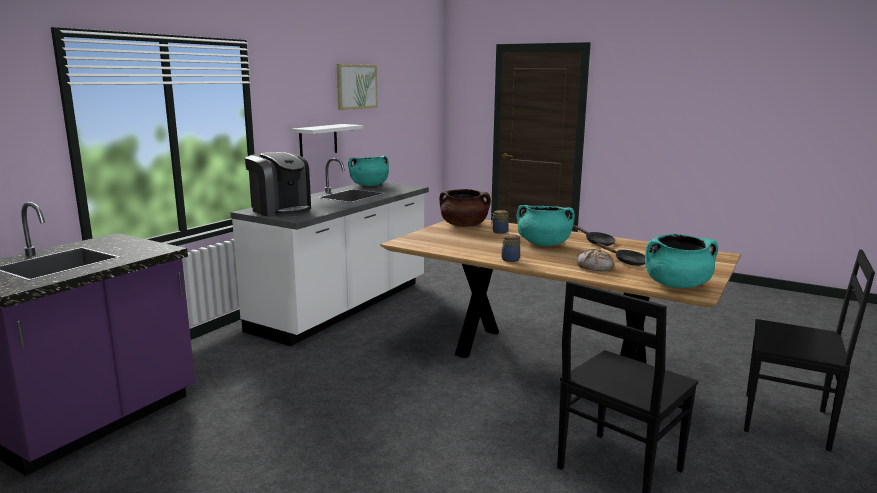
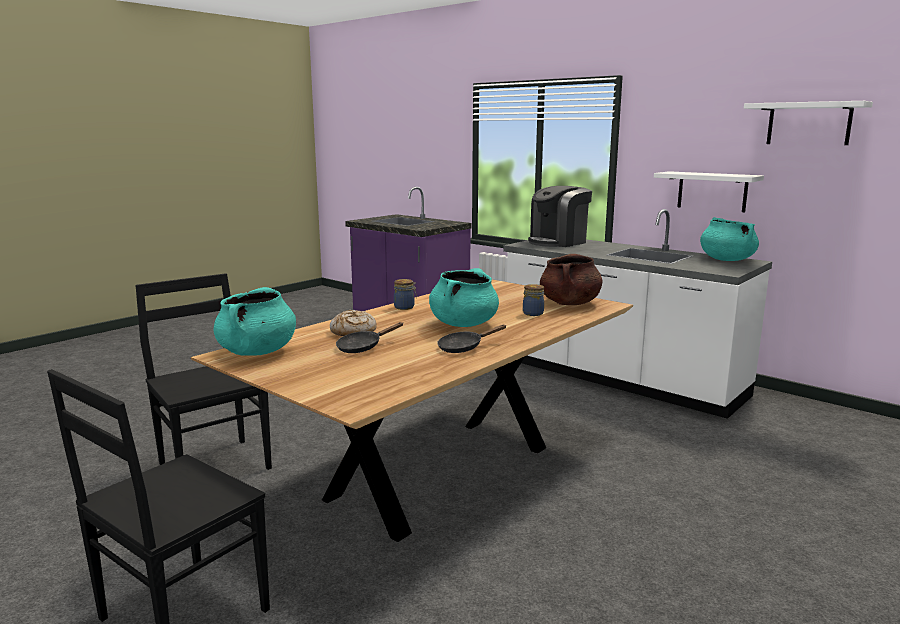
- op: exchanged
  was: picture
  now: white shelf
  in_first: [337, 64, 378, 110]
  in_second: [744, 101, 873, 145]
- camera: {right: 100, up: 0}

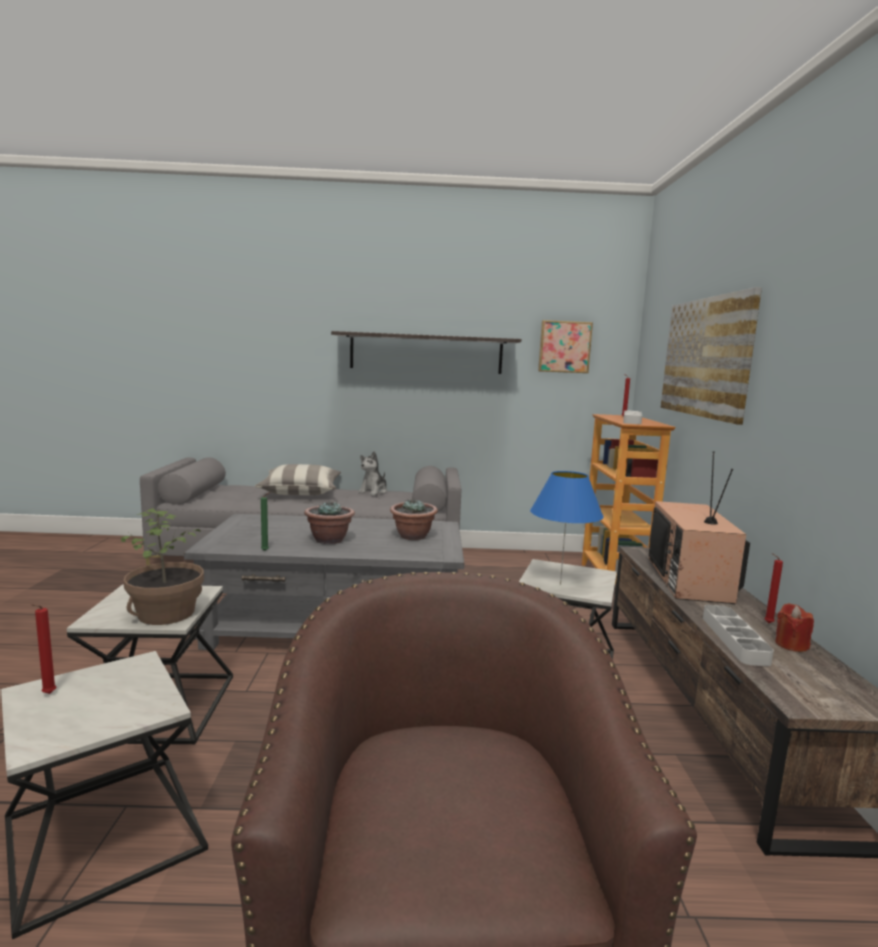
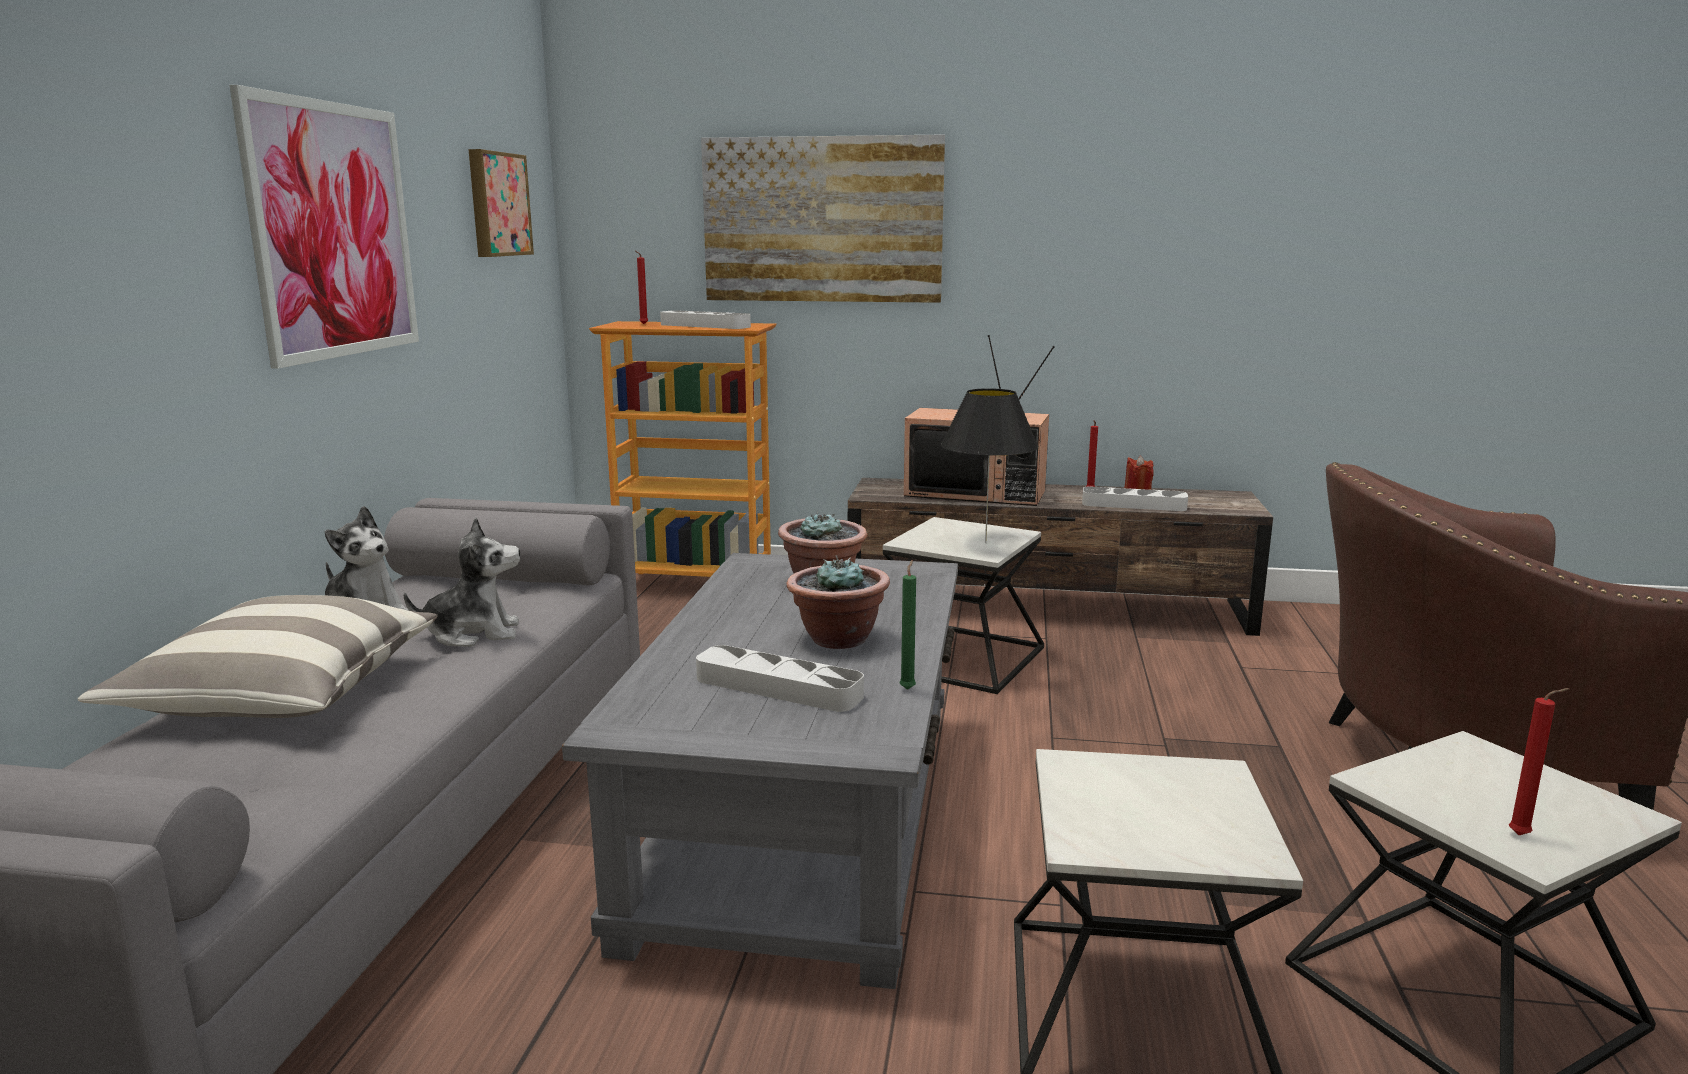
- op: exchanged
  was: shelf
  now: picture
  in_first: [331, 331, 521, 374]
  in_second: [229, 85, 419, 369]
- op: colour
  was: blue table lamp
  now: black table lamp
  in_first: [530, 471, 604, 584]
  in_second: [941, 388, 1039, 543]
- op: missing
  was: potted plant
  in_first: [121, 508, 204, 625]
- op: appeared
  now: plush toy
  in_second: [403, 517, 520, 647]
- op: appeared
  now: grey tray
  in_second: [696, 645, 864, 712]
- camera: {right: -80, up: 5}

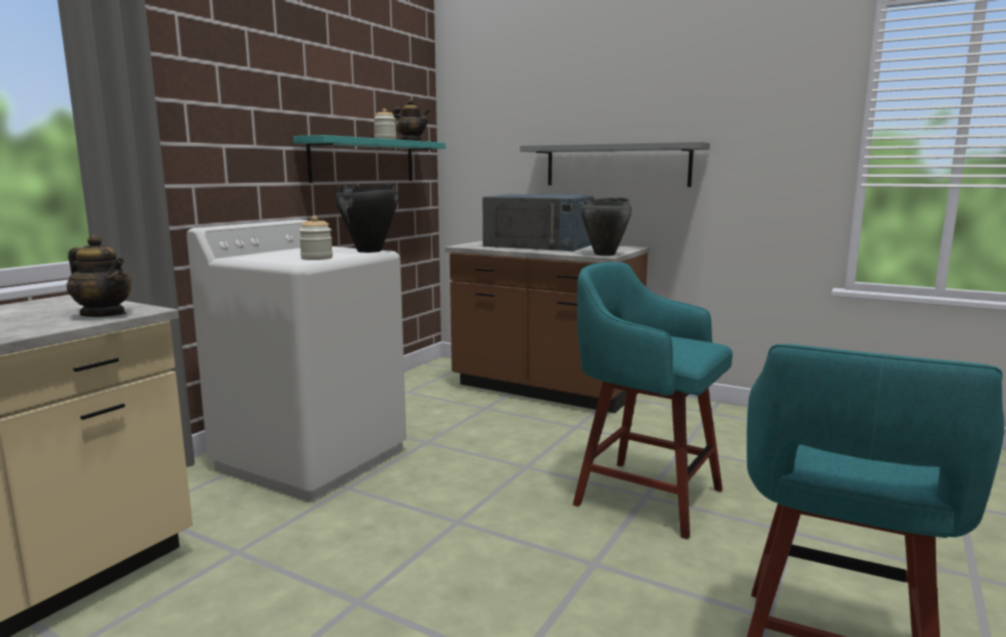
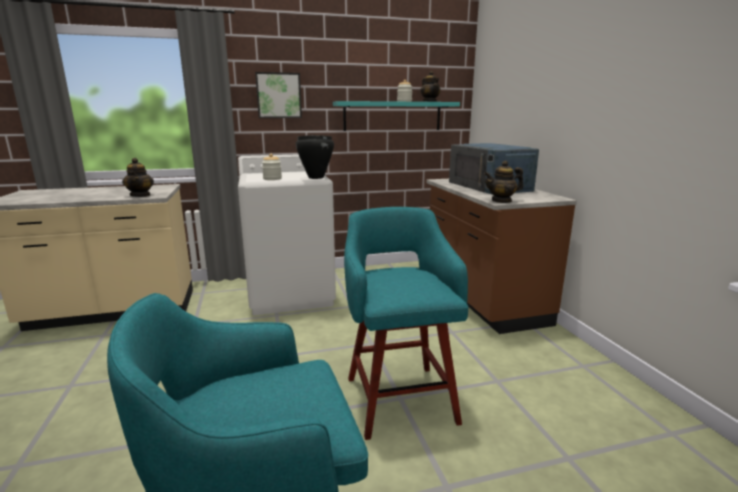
- op: missing
  was: grey shelf
  in_first: [520, 141, 710, 187]
- op: exchanged
  was: black cooking pot
  now: teapot
  in_first: [581, 197, 632, 256]
  in_second: [484, 161, 523, 203]
- op: appeared
  now: picture
  in_second: [255, 72, 302, 118]
- camera: {right: 45, up: 5}

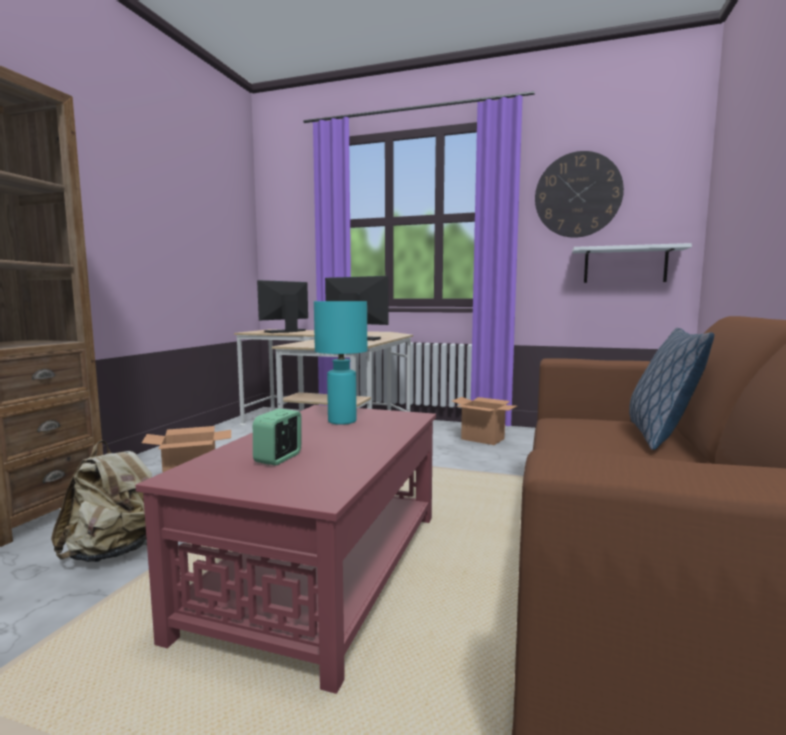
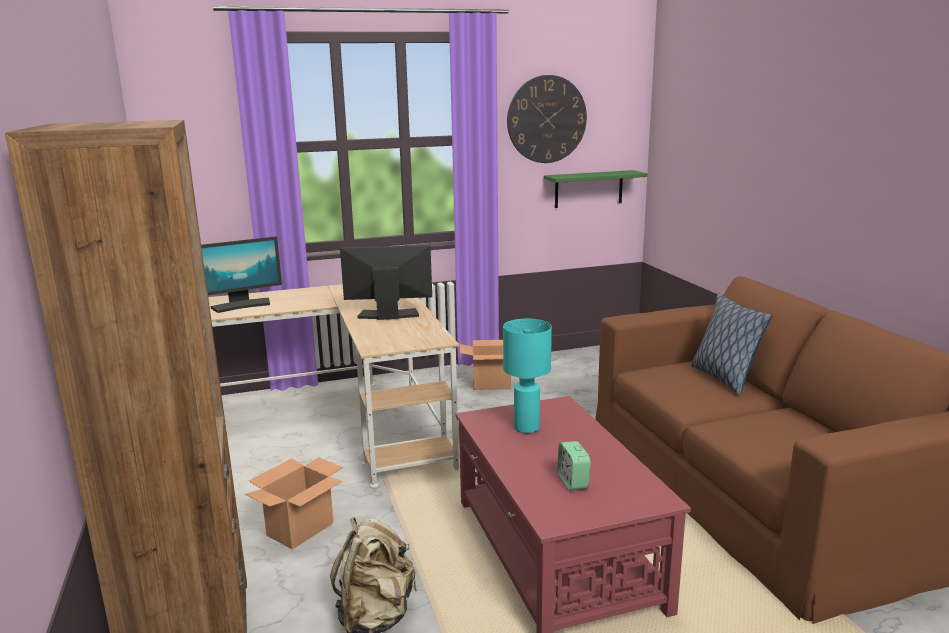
- op: colour
  was: white shelf
  now: green shelf
  in_first: [572, 243, 692, 283]
  in_second: [544, 170, 648, 208]
- op: spun
  was: monitor
  in_first: [257, 280, 308, 333]
  in_second: [201, 236, 282, 313]
  clockwise: -120
- camera: {right: -35, up: 10}

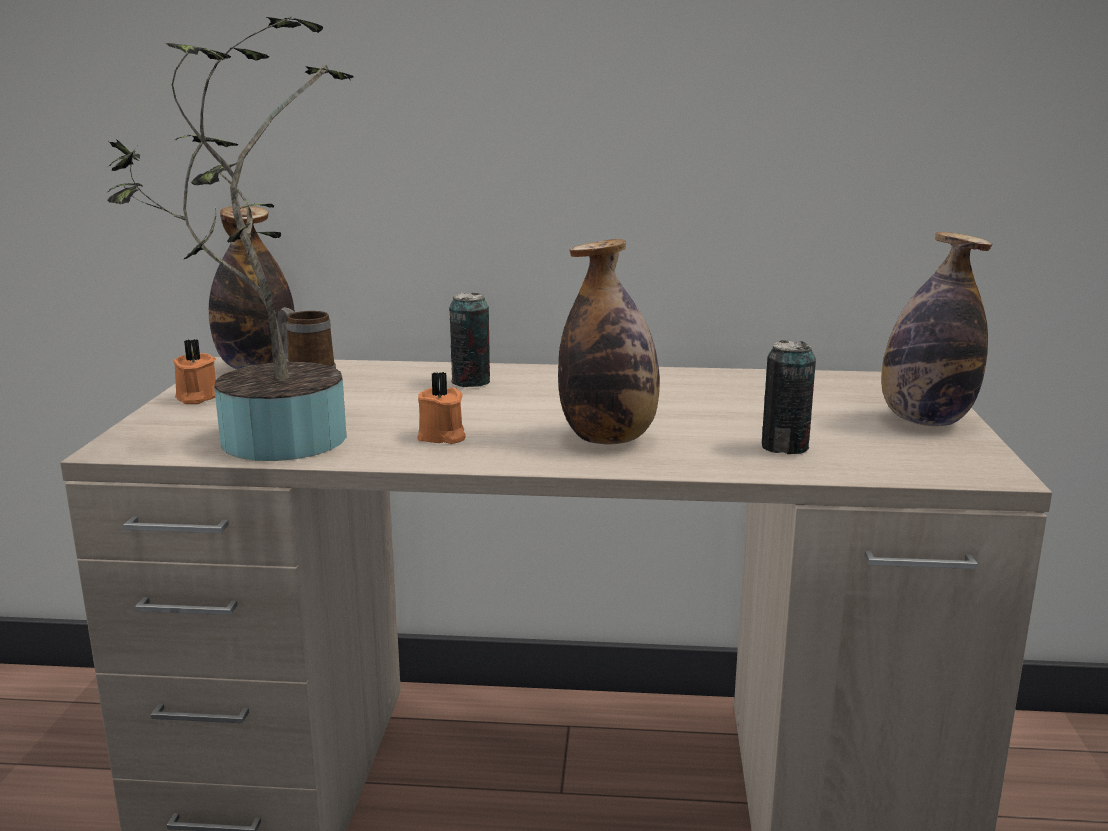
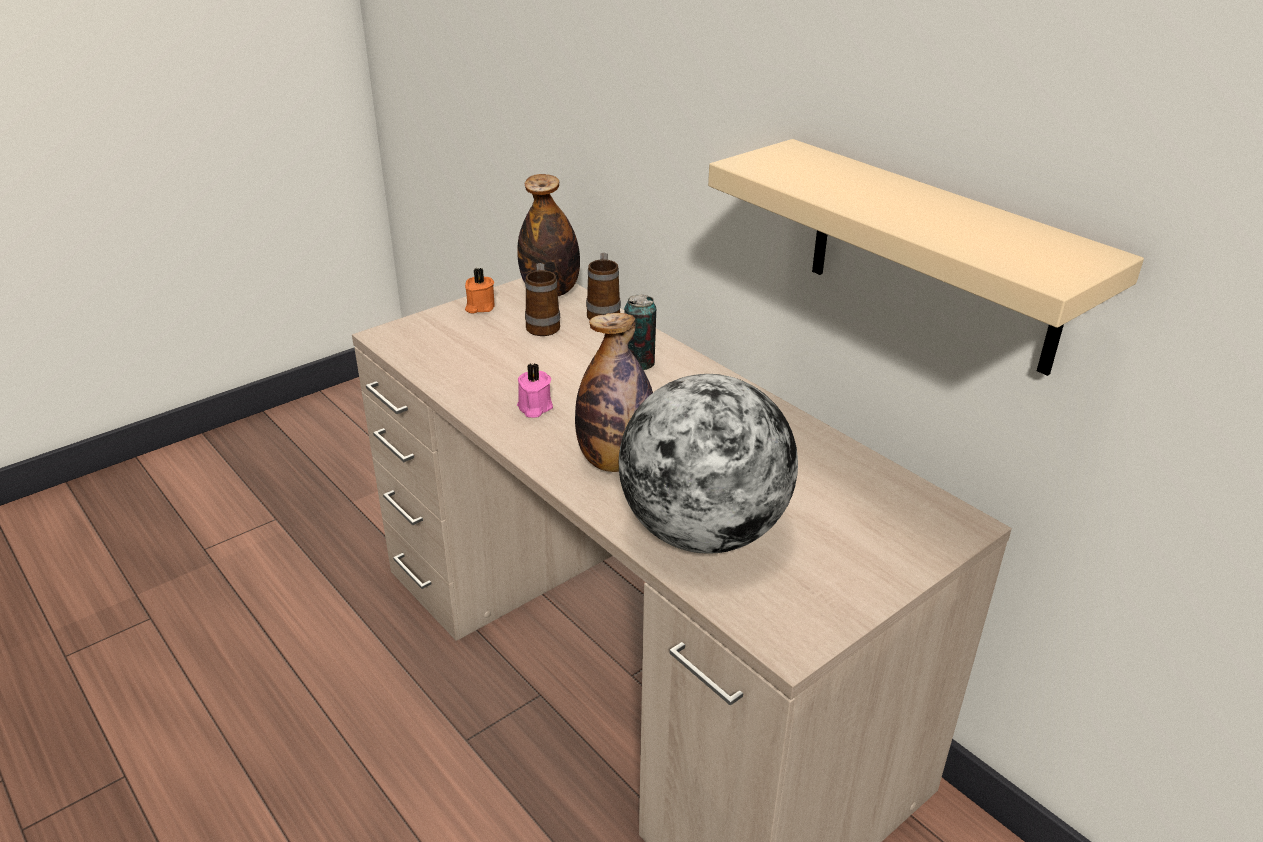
- op: missing
  was: potted plant
  in_first: [106, 16, 353, 461]
- op: missing
  was: bottle
  in_first: [881, 232, 992, 426]
- op: exchanged
  was: can
  now: globe
  in_first: [762, 340, 816, 454]
  in_second: [619, 374, 798, 554]
- op: colour
  was: orange candle
  now: pink candle
  in_first: [417, 372, 466, 444]
  in_second: [517, 364, 553, 418]
- op: appeared
  now: beige shelf
  in_second: [708, 139, 1144, 376]
- op: appeared
  now: mug
  in_second: [586, 253, 621, 320]
- camera: {right: 45, up: 15}

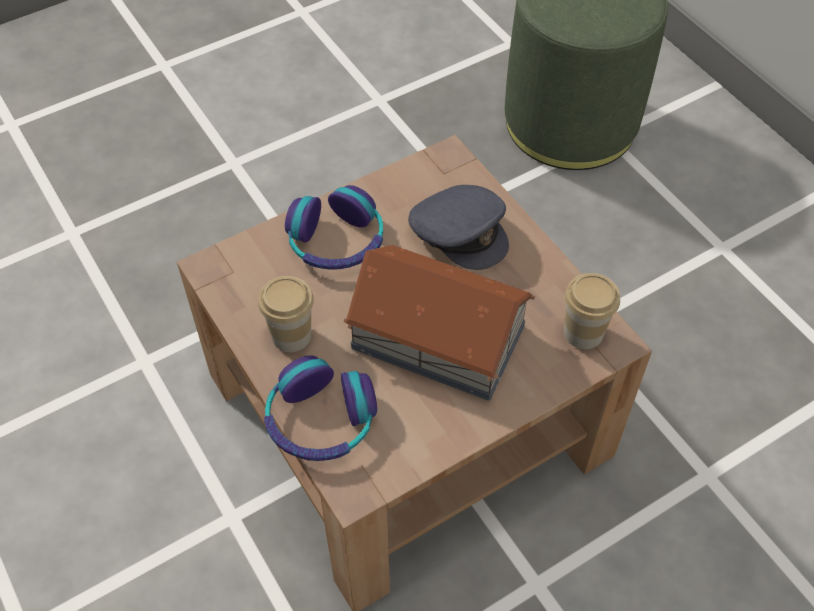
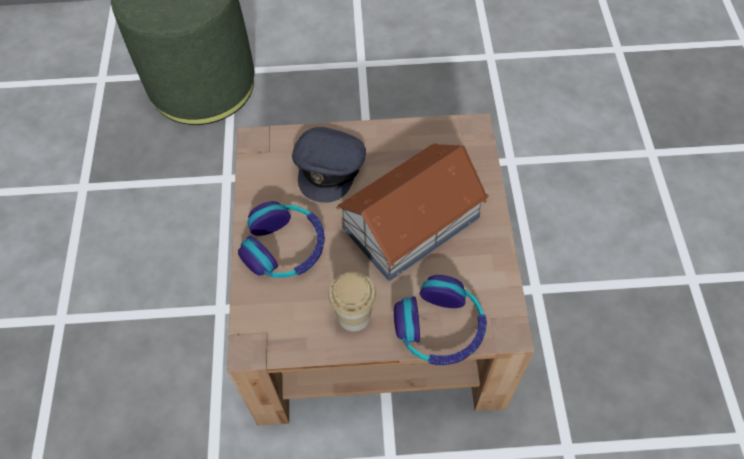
- op: spun
  was: grey cap
  in_first: [408, 185, 509, 270]
  in_second: [292, 127, 366, 203]
  clockwise: 120
- op: missing
  was: cup
  in_first: [564, 273, 620, 349]
- camera: {right: -60, up: 5}

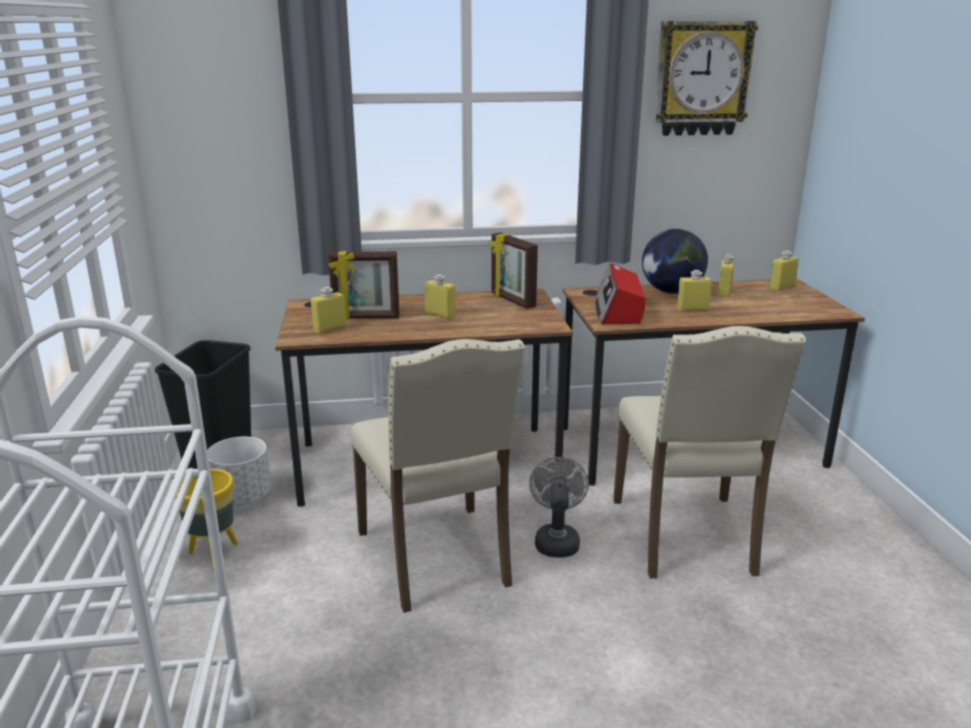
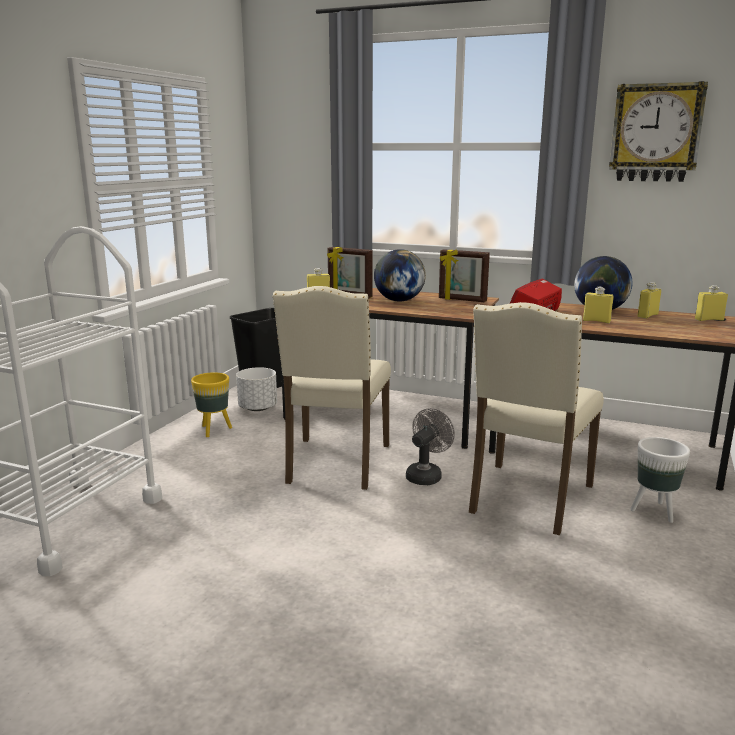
- op: spun
  was: picture frame
  in_first: [490, 232, 538, 309]
  in_second: [439, 249, 490, 302]
  clockwise: -60
- op: exchanged
  was: yellow bottle
  now: globe
  in_first: [424, 274, 456, 319]
  in_second: [374, 249, 426, 302]
- op: appeared
  now: white planter
  in_second: [630, 437, 690, 523]
- camera: {right: 30, up: -5}

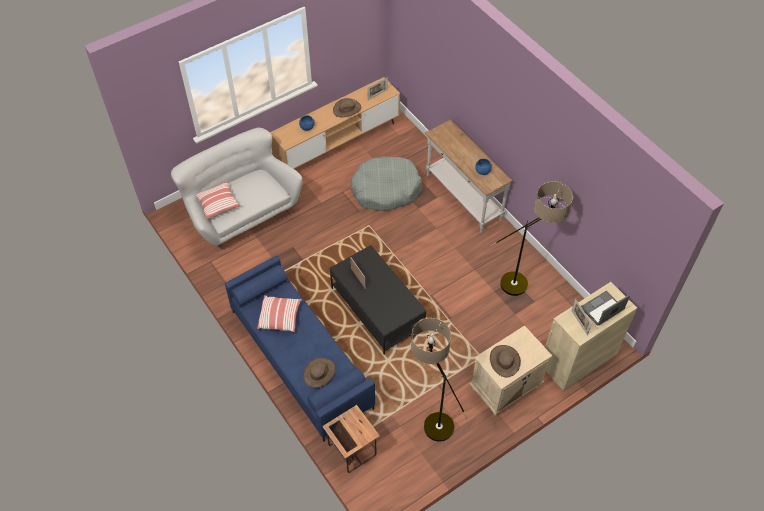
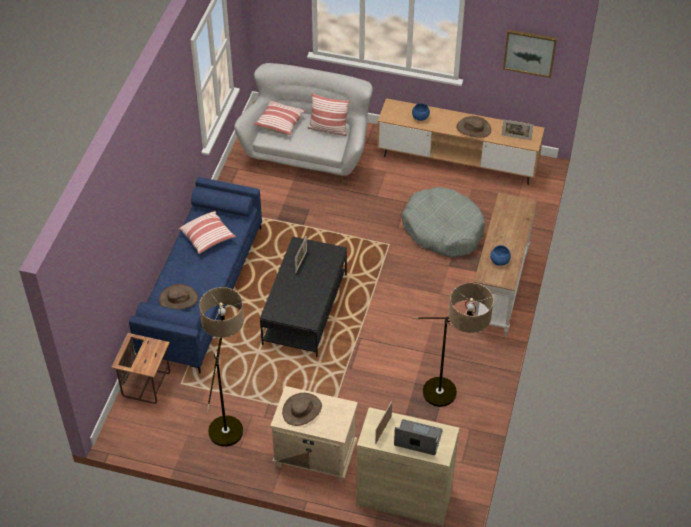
- op: appeared
  now: picture
  in_second: [503, 29, 557, 78]
- op: appeared
  now: pillow
  in_second: [308, 93, 350, 136]
- camera: {right: 50, up: -5}

